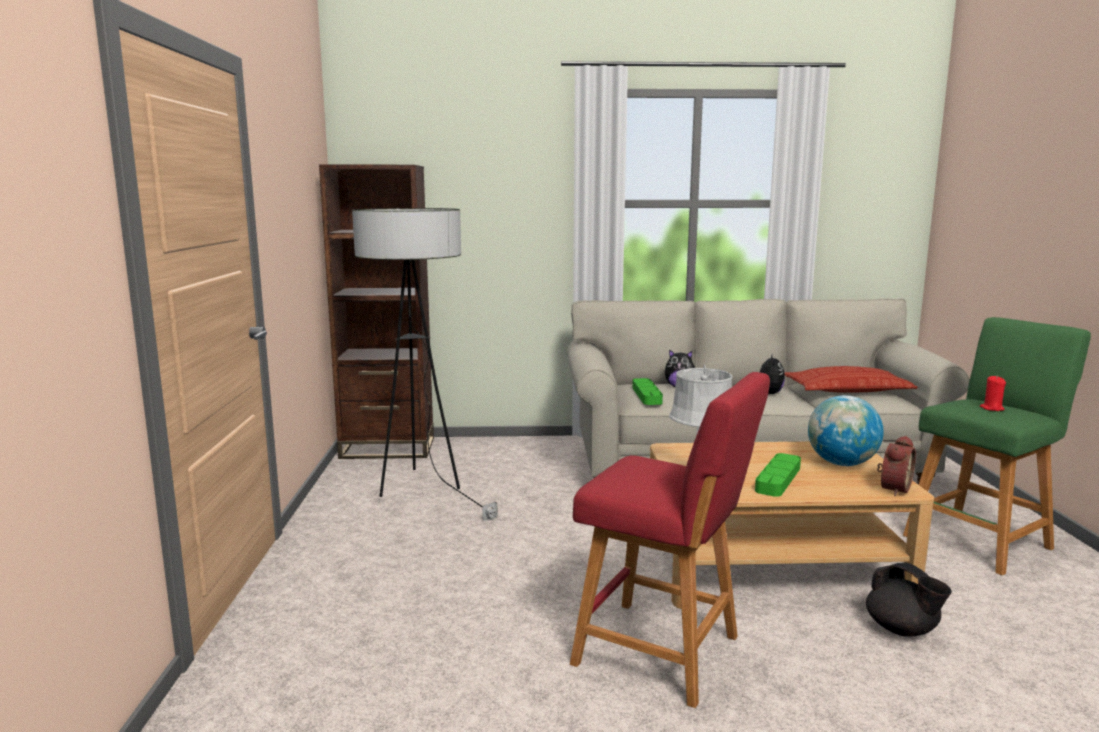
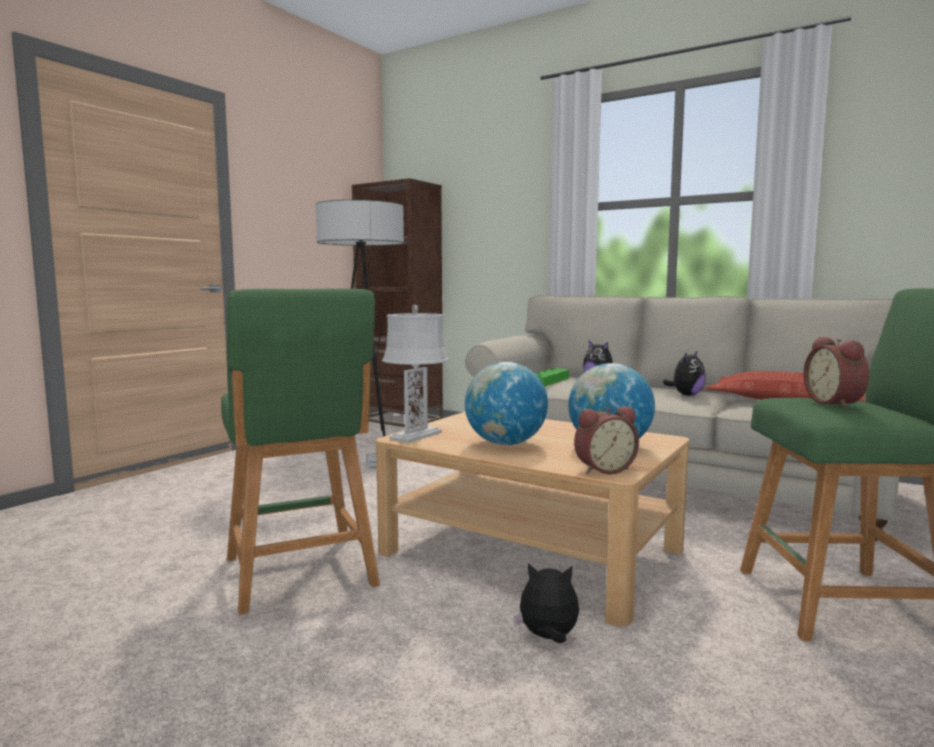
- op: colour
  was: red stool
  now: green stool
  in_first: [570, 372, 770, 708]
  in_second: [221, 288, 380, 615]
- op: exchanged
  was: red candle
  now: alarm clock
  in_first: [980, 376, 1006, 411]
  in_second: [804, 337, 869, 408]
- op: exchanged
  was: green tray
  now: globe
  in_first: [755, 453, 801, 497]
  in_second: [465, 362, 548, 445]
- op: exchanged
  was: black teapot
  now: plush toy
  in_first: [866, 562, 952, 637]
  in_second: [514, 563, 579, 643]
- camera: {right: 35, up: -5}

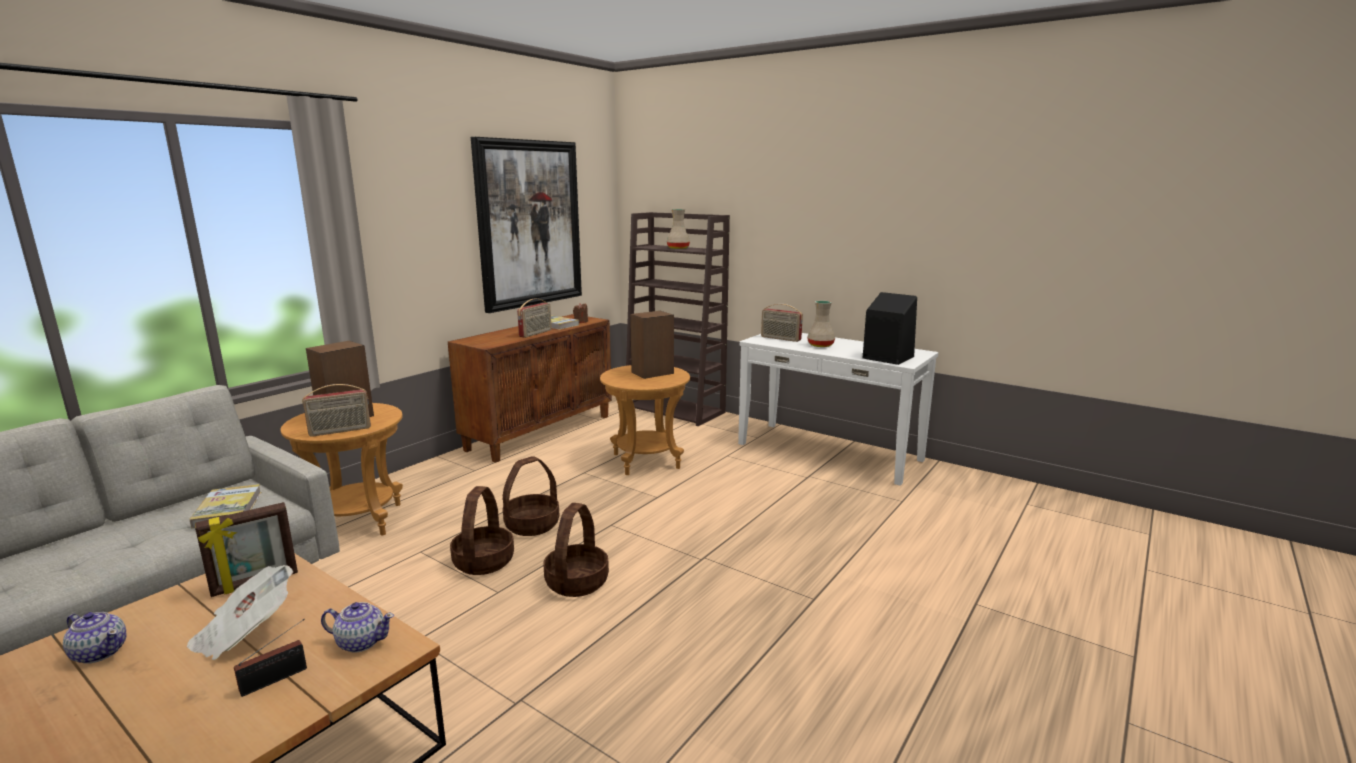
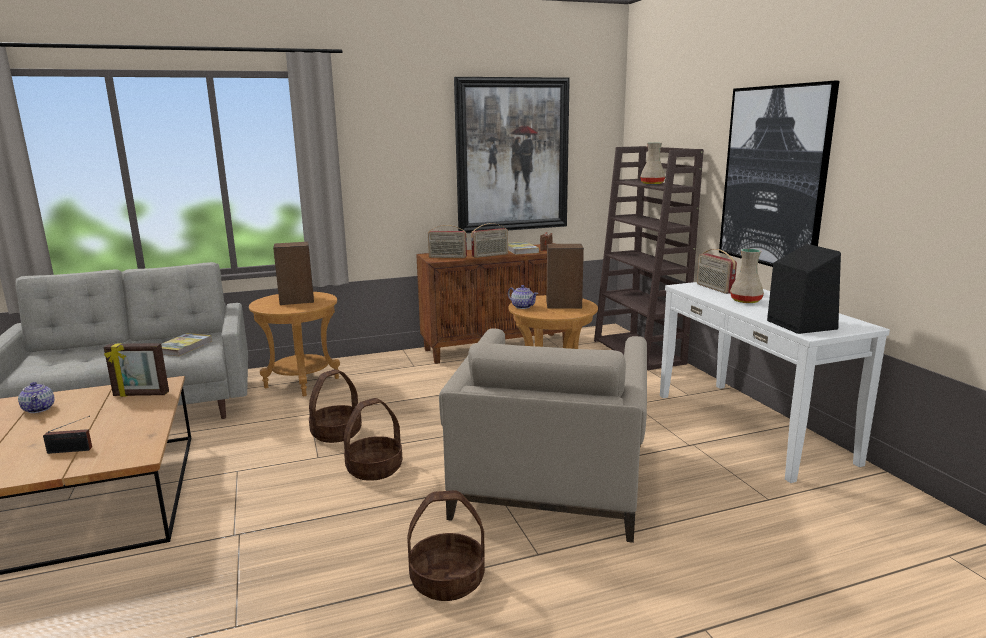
- op: relocated
  was: radio
  in_first: [302, 384, 371, 437]
  in_second: [428, 225, 467, 258]
- op: relocated
  was: basket
  in_first: [503, 456, 559, 536]
  in_second: [407, 490, 485, 601]
- op: missing
  was: newspaper
  in_first: [187, 565, 293, 660]
- op: relocated
  was: teapot
  in_first: [321, 602, 394, 652]
  in_second: [508, 285, 538, 309]
- op: appeared
  now: picture
  in_second: [719, 81, 839, 267]
- op: appeared
  now: beige armchair
  in_second: [439, 328, 647, 543]
- camera: {right: 35, up: 0}

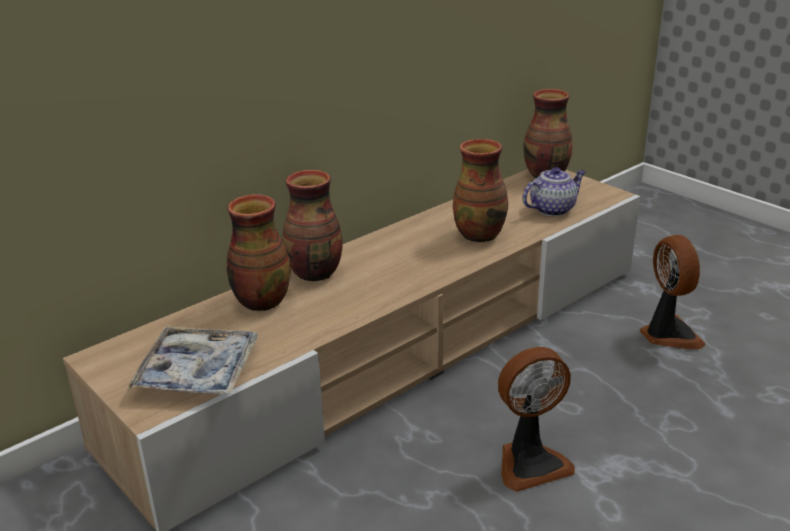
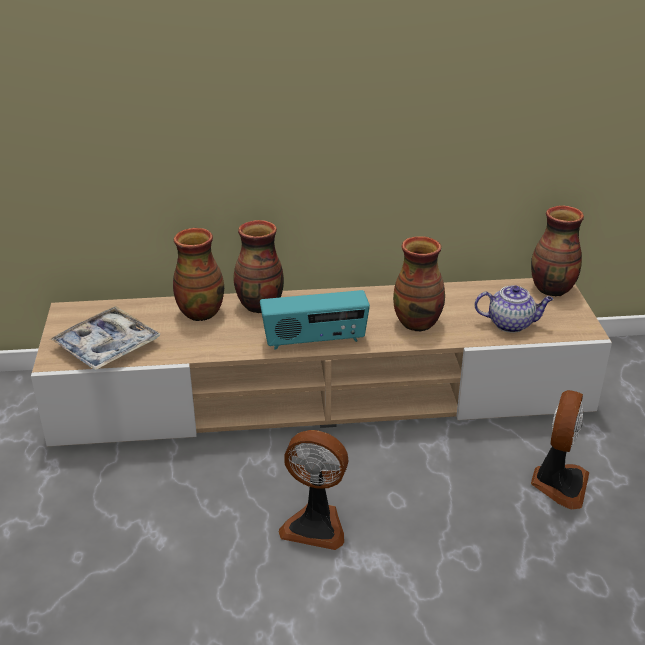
- op: appeared
  now: radio
  in_second: [260, 290, 370, 350]
- camera: {right: 35, up: 5}

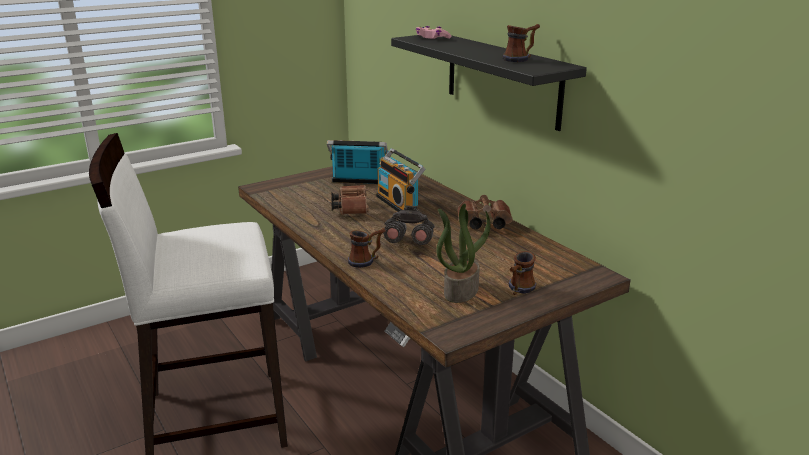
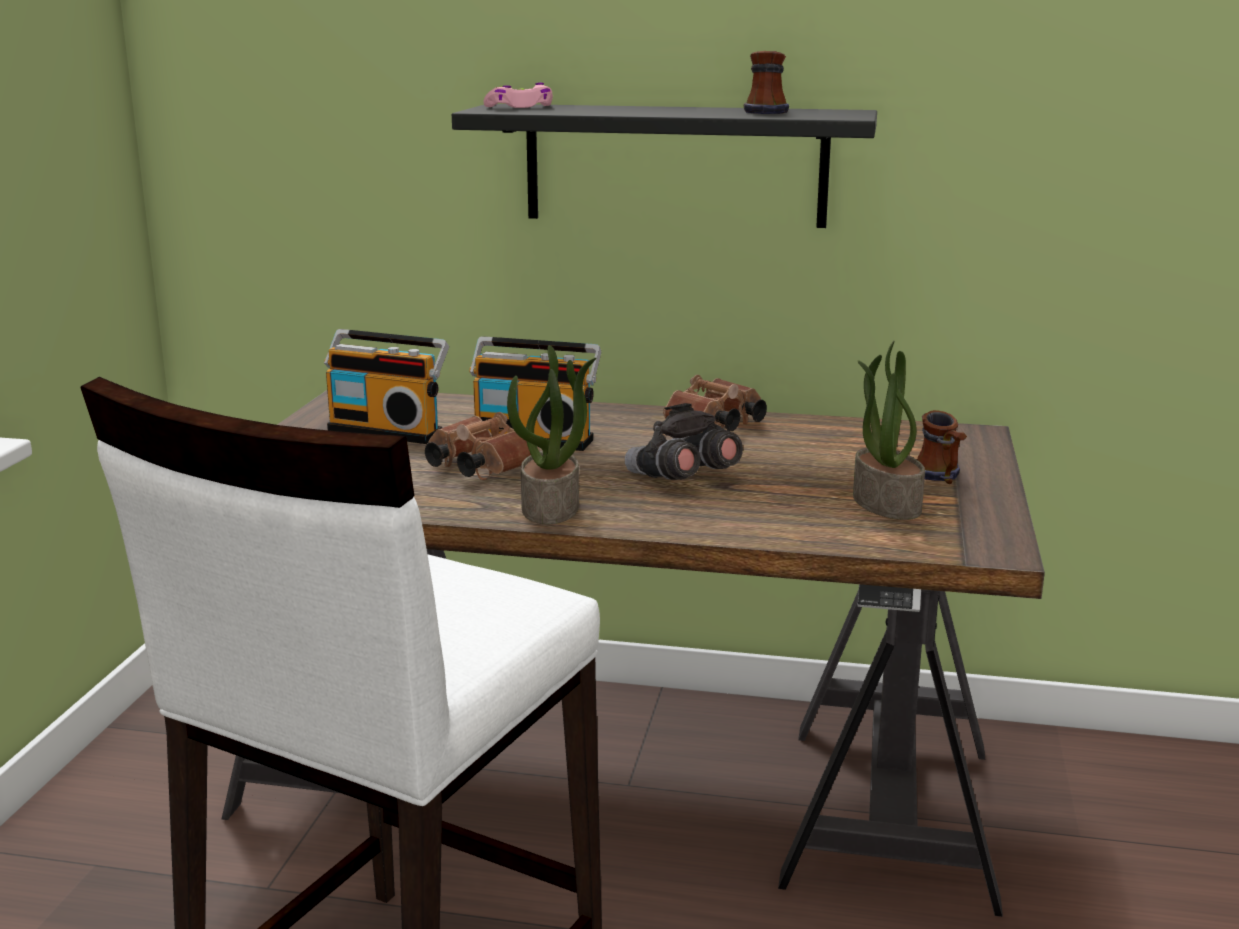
- op: spun
  was: radio
  in_first: [327, 140, 389, 184]
  in_second: [324, 329, 449, 444]
  clockwise: -120
- op: missing
  was: mug
  in_first: [348, 228, 386, 268]
- op: appeared
  now: potted plant
  in_second: [507, 345, 597, 524]
- camera: {right: -45, up: -5}

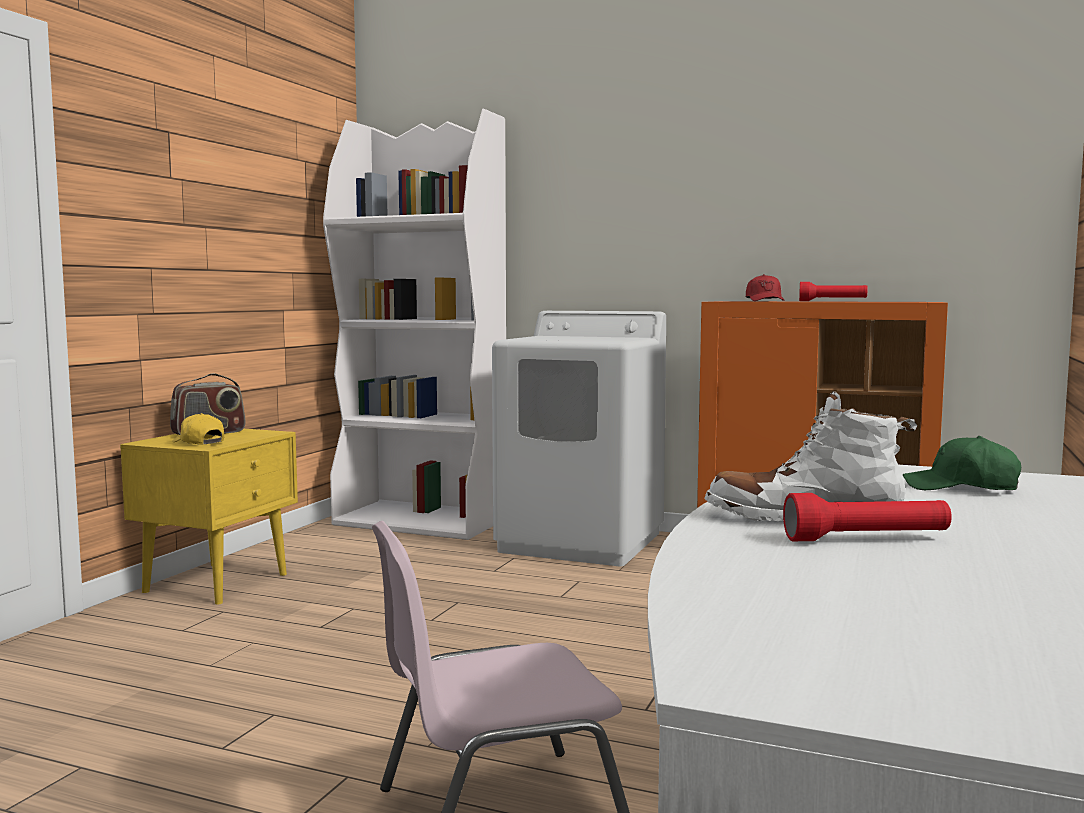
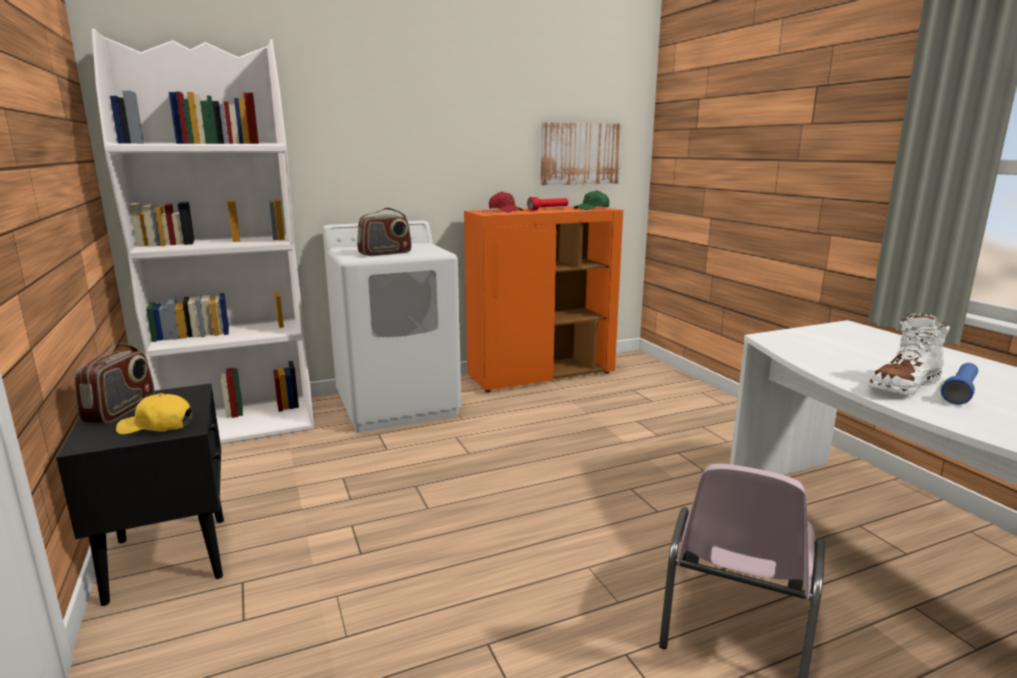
- op: colour
  was: yellow nightstand
  now: black nightstand
  in_first: [120, 429, 298, 604]
  in_second: [56, 384, 224, 606]
- op: relocated
  was: green cap
  in_first: [903, 436, 1021, 490]
  in_second: [574, 190, 609, 210]
- op: colour
  was: red flashlight
  now: blue flashlight
  in_first: [783, 493, 952, 541]
  in_second: [941, 363, 978, 405]
- op: appeared
  now: picture
  in_second: [541, 122, 622, 185]
- op: appeared
  now: radio
  in_second: [357, 208, 412, 256]
- camera: {right: -45, up: 10}

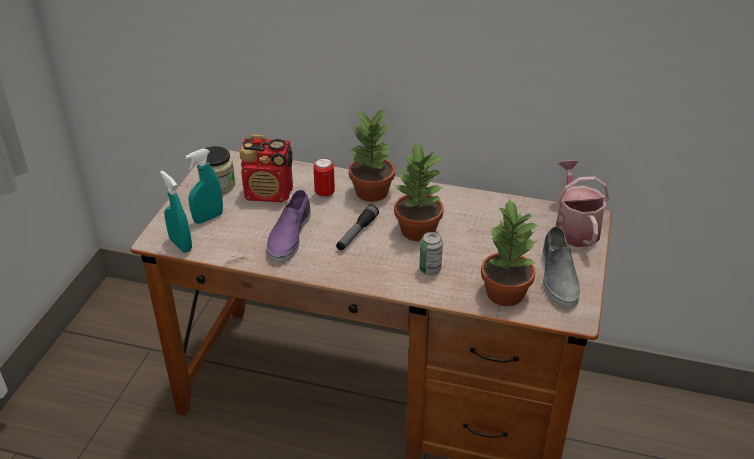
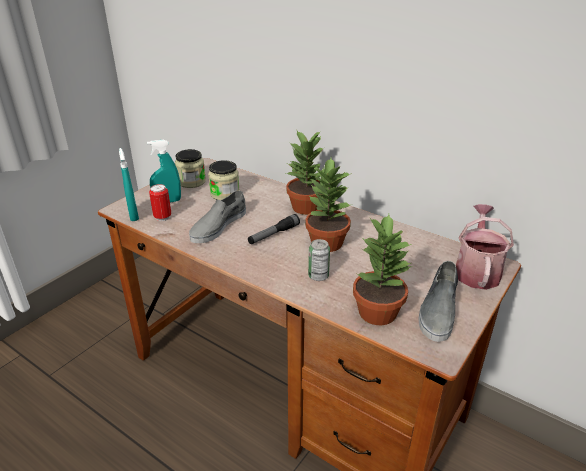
- op: exchanged
  was: radio
  now: jar
  in_first: [239, 134, 293, 202]
  in_second: [208, 160, 239, 200]
- op: relocated
  was: can
  in_first: [313, 158, 335, 199]
  in_second: [149, 184, 171, 221]
- op: colour
  was: purple shoe
  now: grey shoe
  in_first: [267, 190, 311, 263]
  in_second: [189, 190, 246, 243]
- camera: {right: 20, up: -5}

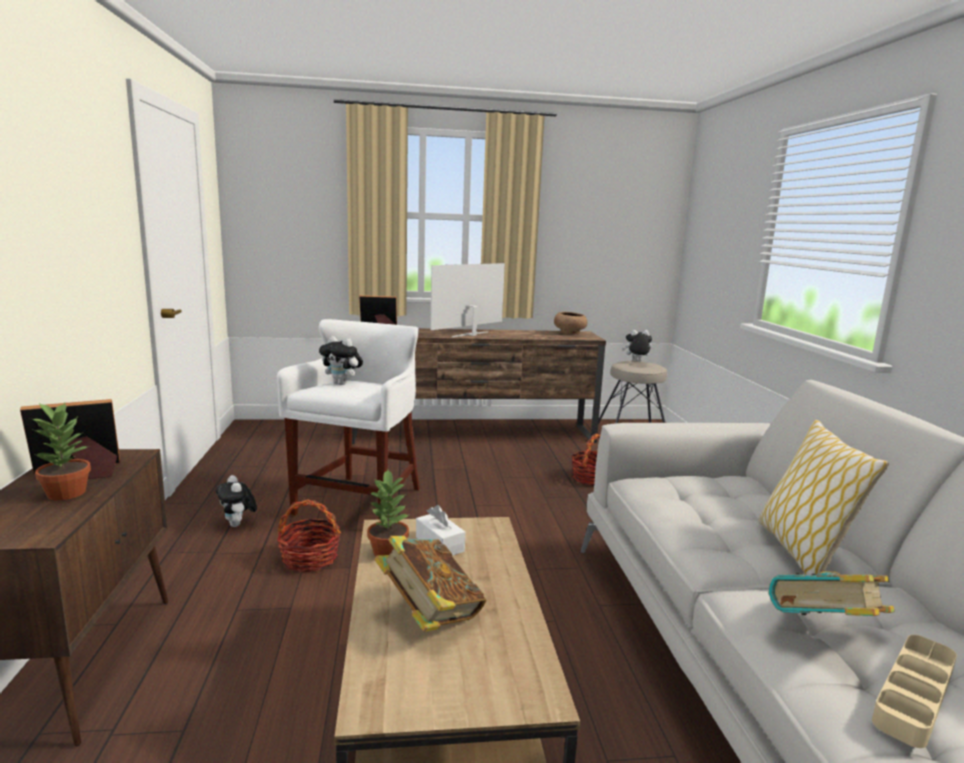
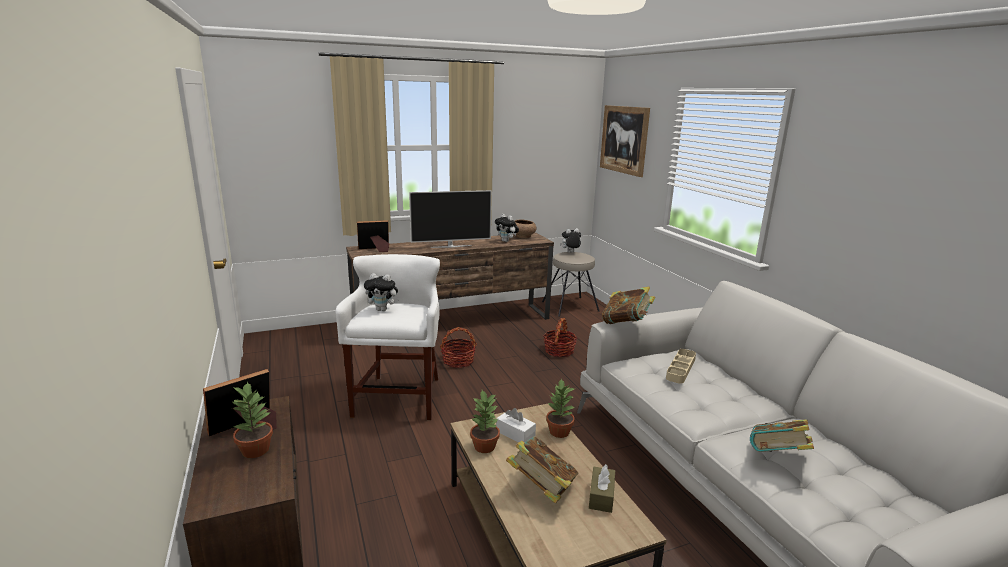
- op: spun
  was: television
  in_first: [430, 263, 505, 337]
  in_second: [409, 190, 492, 248]
  clockwise: -135
- op: missing
  was: pillow
  in_first: [758, 420, 889, 575]
- op: relocated
  was: plush toy
  in_first: [216, 475, 257, 527]
  in_second: [495, 214, 519, 242]
- op: relocated
  was: basket
  in_first: [277, 500, 341, 572]
  in_second: [440, 327, 477, 368]
- op: relocated
  was: beige tray
  in_first: [872, 635, 957, 748]
  in_second: [666, 349, 696, 384]
- op: appeared
  now: picture
  in_second: [600, 105, 650, 177]
- op: appeared
  now: book
  in_second: [602, 287, 655, 324]
- op: appeared
  now: potted plant
  in_second: [546, 378, 576, 438]
- op: appeared
  now: brown tissue box
  in_second: [589, 464, 615, 513]
- camera: {right: -15, up: 5}

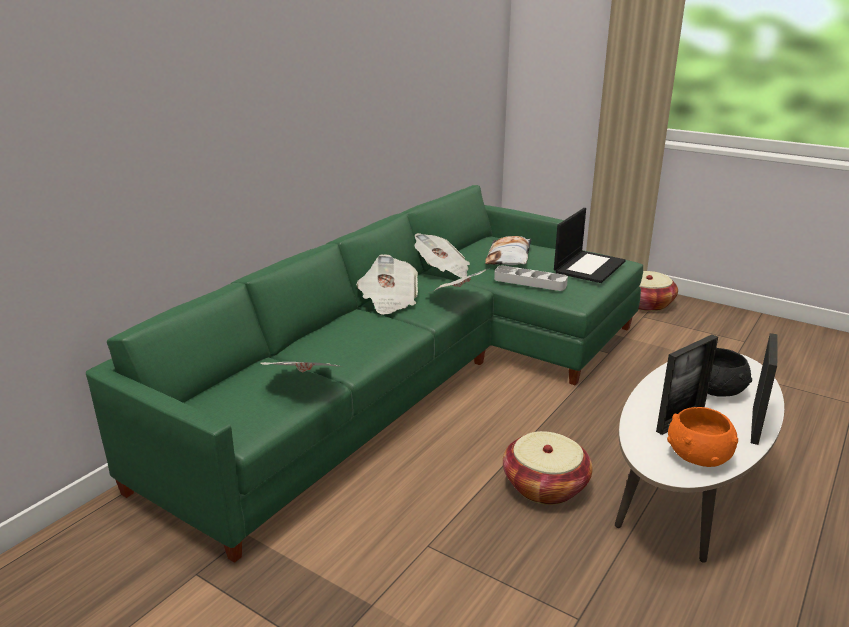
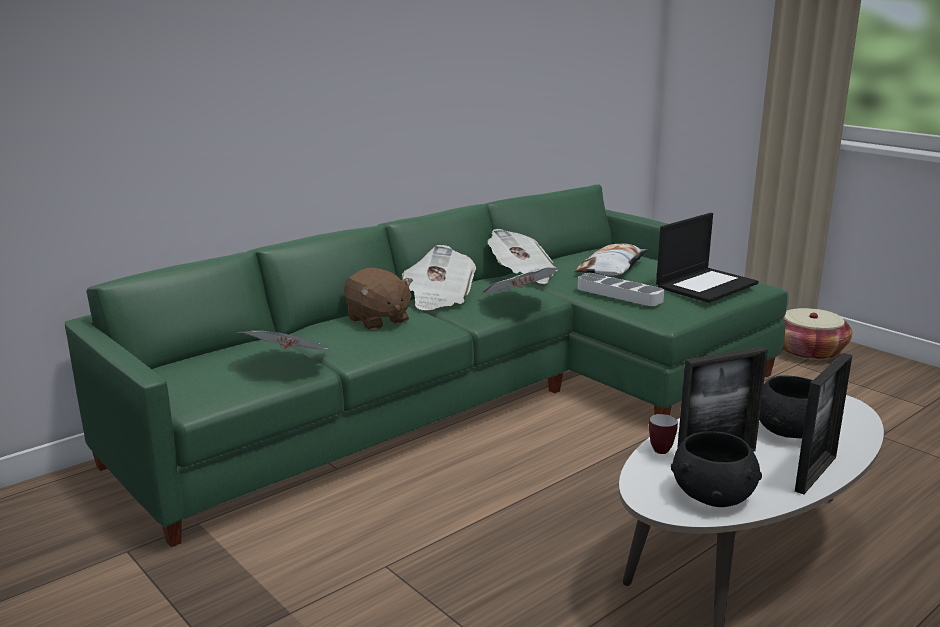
- op: colour
  was: orange bowl
  now: black bowl
  in_first: [667, 407, 738, 467]
  in_second: [671, 431, 762, 507]
- op: missing
  was: basket
  in_first: [503, 431, 593, 505]
- op: appeared
  now: brown plush toy
  in_second: [344, 268, 413, 330]
- op: appeared
  now: mug
  in_second: [649, 414, 678, 454]
- camera: {right: 15, up: -5}

